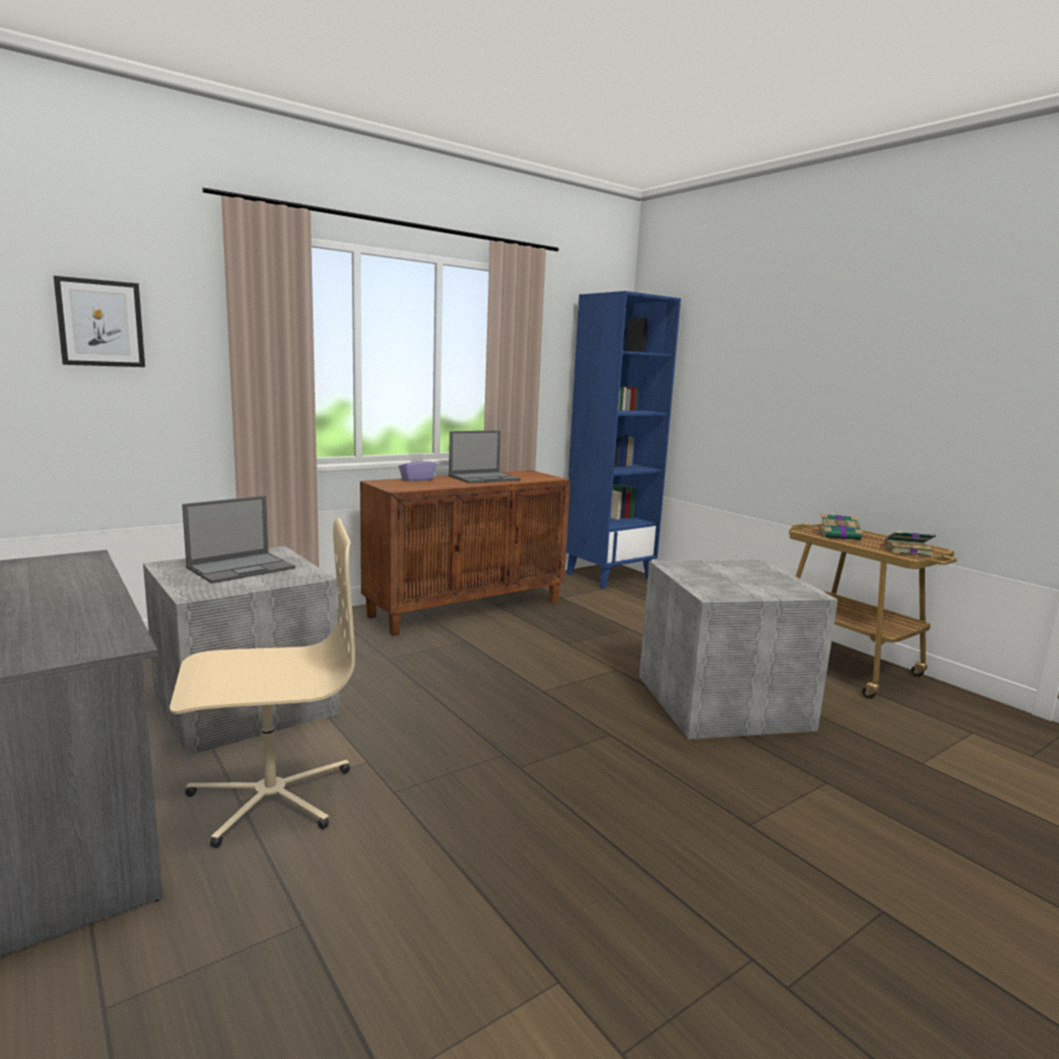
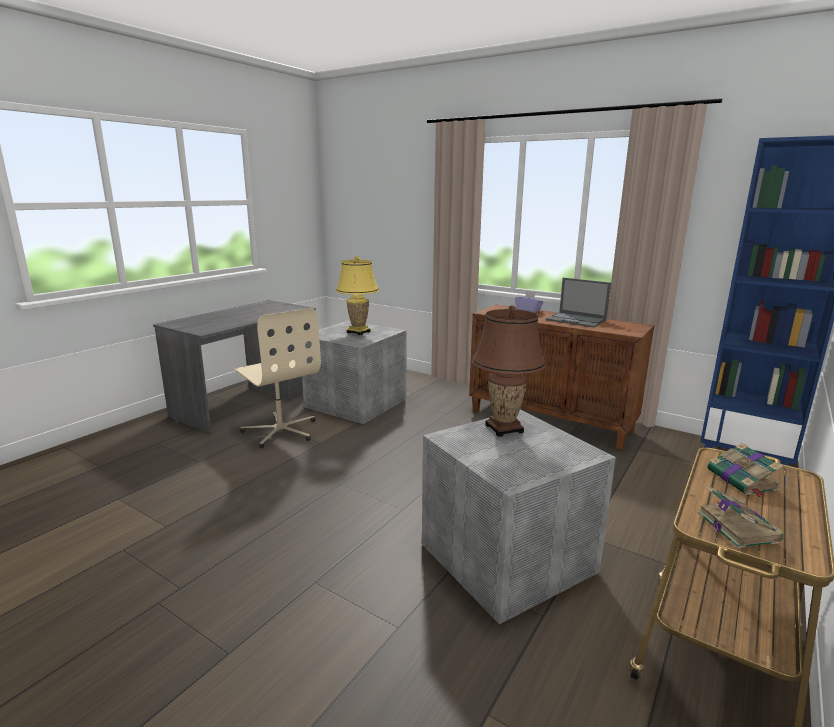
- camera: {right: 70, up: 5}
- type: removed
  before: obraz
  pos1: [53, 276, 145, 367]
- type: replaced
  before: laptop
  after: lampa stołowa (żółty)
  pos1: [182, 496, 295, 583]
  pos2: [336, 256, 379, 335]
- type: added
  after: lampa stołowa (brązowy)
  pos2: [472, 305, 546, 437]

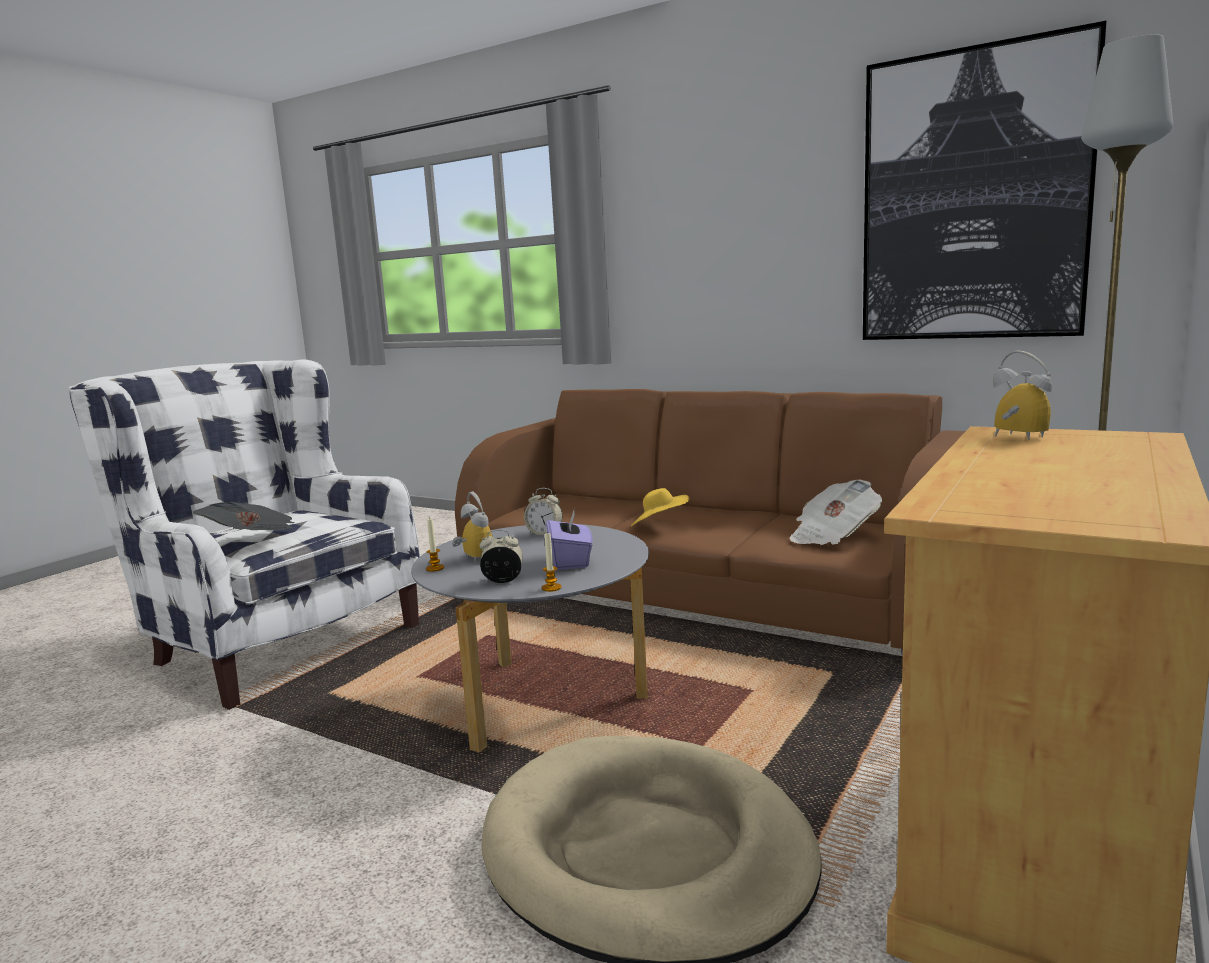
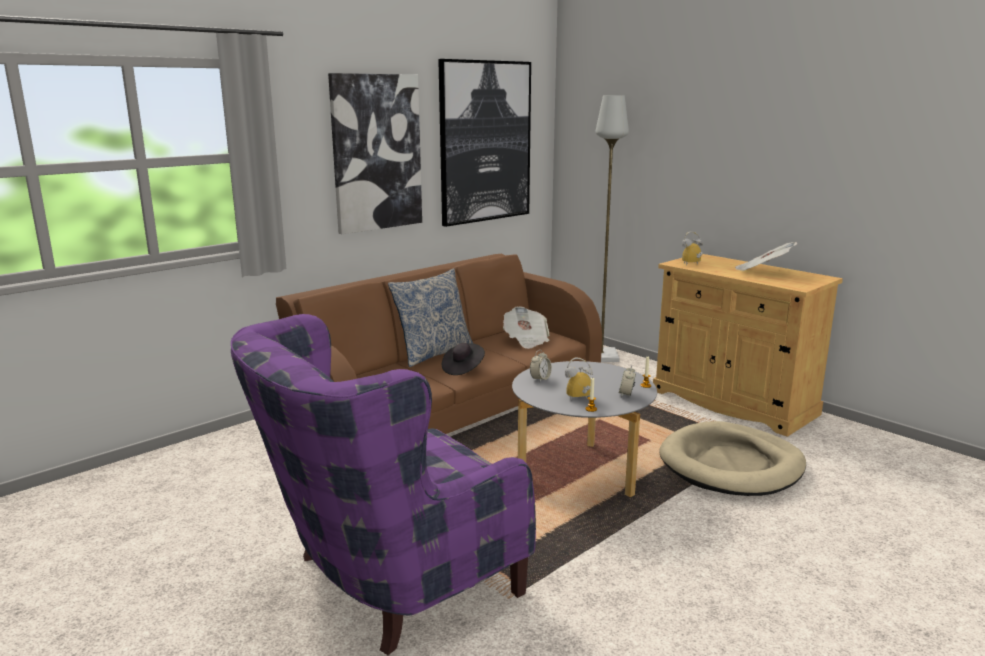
- camera: {right: -75, up: 5}
- type: recoloured
  before: fotel (biały)
  after: fotel (fioletowy)
  pos1: [68, 360, 420, 710]
  pos2: [231, 314, 536, 655]
- type: recoloured
  before: kapelusz (żółty)
  after: kapelusz (czarny)
  pos1: [631, 488, 689, 527]
  pos2: [442, 343, 485, 375]
- type: moved
  before: gazeta
  pos1: [193, 502, 295, 530]
  pos2: [735, 242, 797, 271]
- type: removed
  before: pudełko chusteczek (fioletowy)
  pos1: [546, 507, 593, 570]
- type: added
  after: obraz
  pos2: [328, 73, 422, 234]
- type: added
  after: poduszka
  pos2: [388, 268, 473, 367]

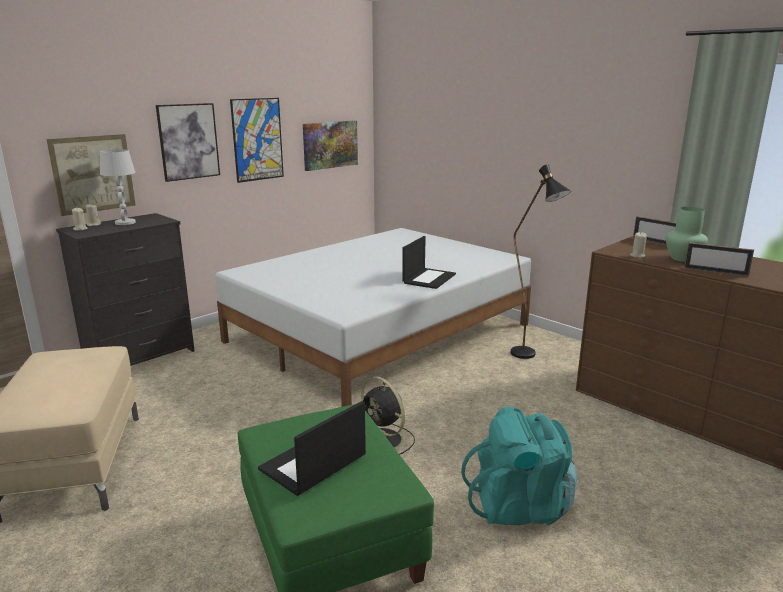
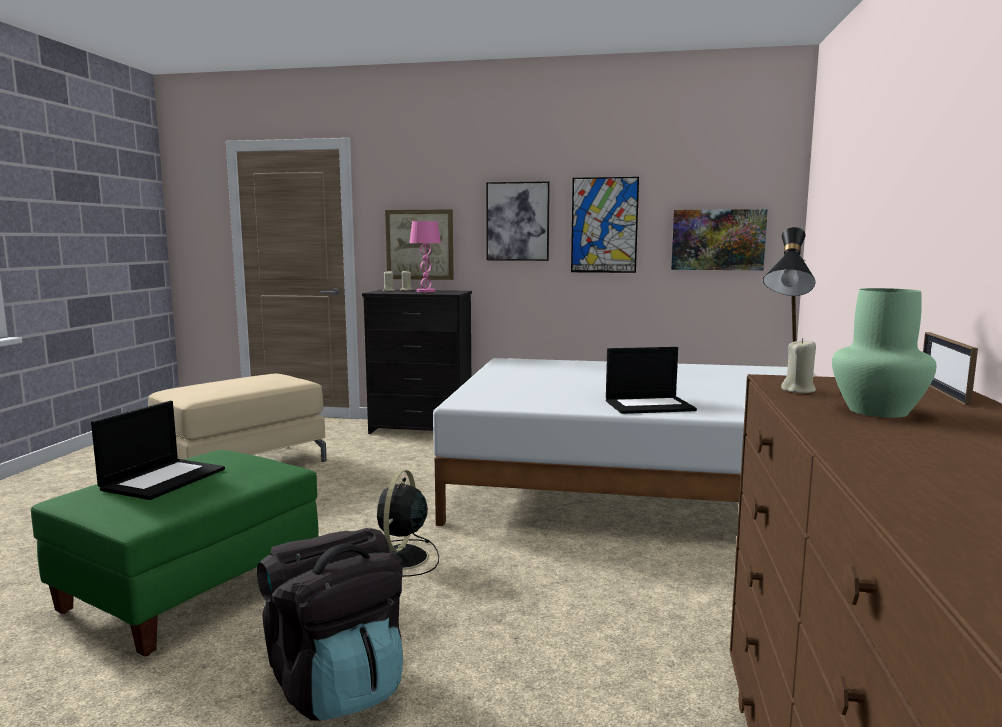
- camera: {right: 55, up: -10}
- type: recoloured
  before: lampa stołowa (biały)
  after: lampa stołowa (różowy)
  pos1: [100, 149, 136, 225]
  pos2: [410, 221, 441, 292]
- type: removed
  before: ramka na zdjęcie
  pos1: [684, 242, 754, 277]
- type: turned
  before: laptop
  pos1: [258, 401, 366, 496]
  pos2: [91, 401, 225, 500]
  turn: 105
- type: recoloured
  before: plecak (turkusowy)
  after: plecak (czarny)
  pos1: [461, 406, 578, 525]
  pos2: [257, 528, 403, 721]

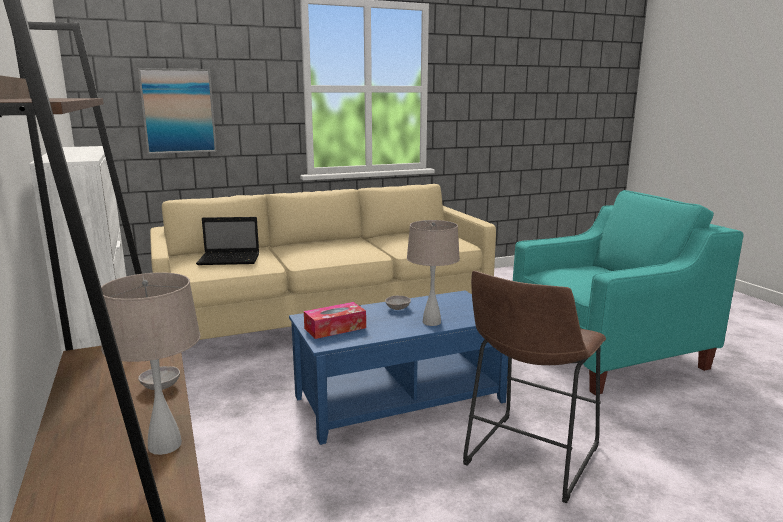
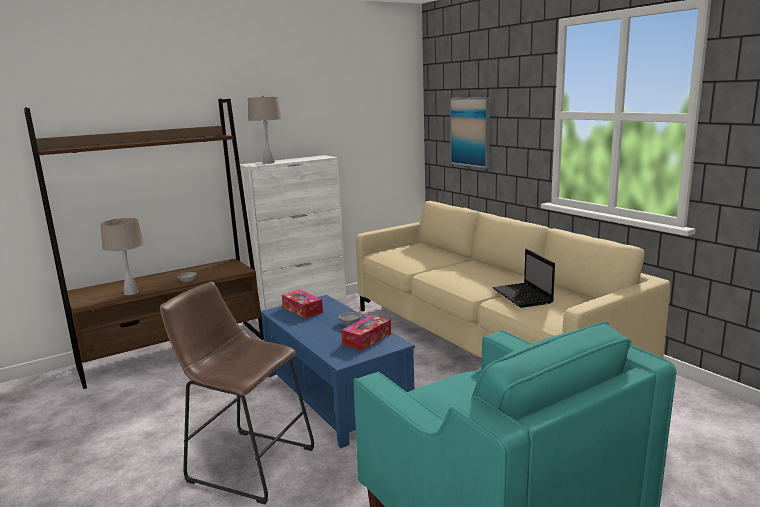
- camera: {right: 80, up: 0}
- type: moved
  before: laptop
  pos1: [196, 217, 259, 265]
  pos2: [493, 249, 555, 308]
- type: moved
  before: lampa stołowa (beżowy)
  pos1: [407, 220, 460, 326]
  pos2: [248, 95, 282, 164]
- type: added
  after: pudełko chusteczek
  pos2: [341, 315, 391, 351]

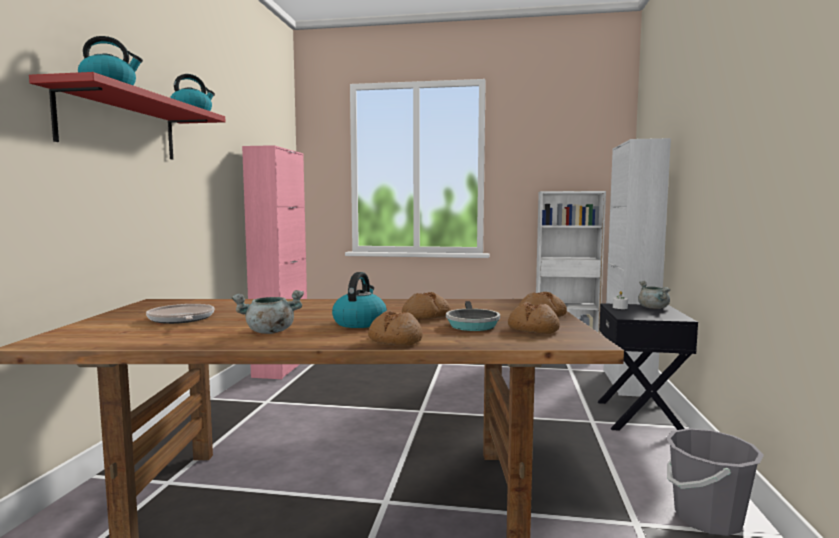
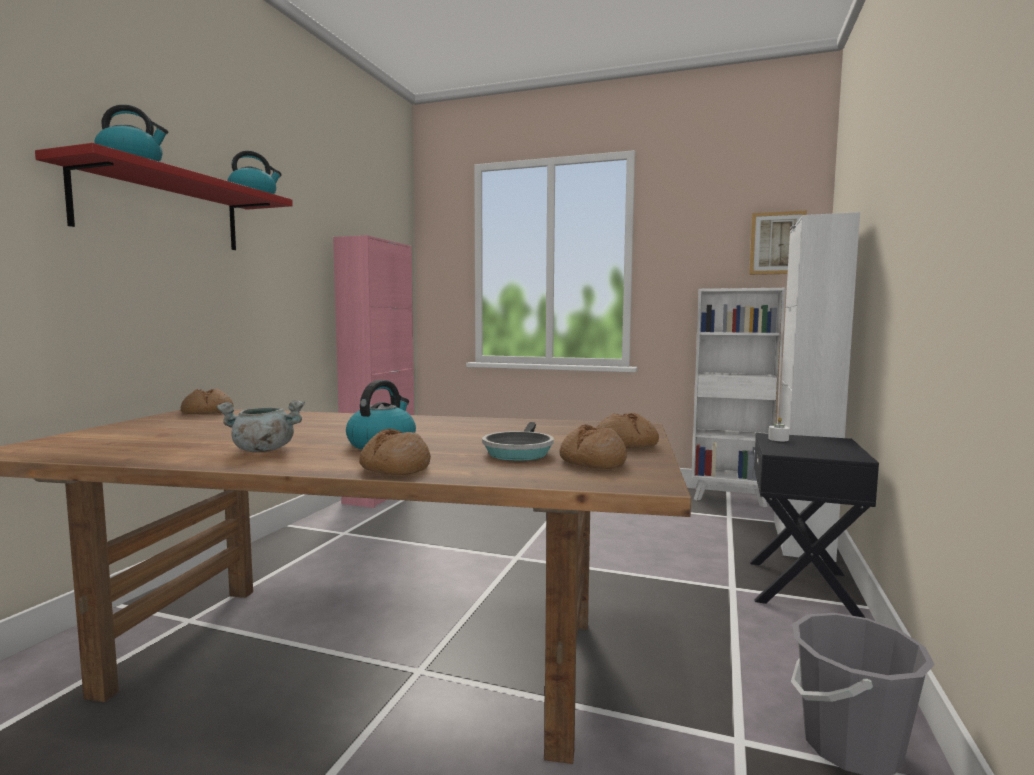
- camera: {right: 10, up: 0}
- type: removed
  before: garnek (szary)
  pos1: [638, 281, 671, 309]
- type: moved
  before: chleb
  pos1: [402, 292, 451, 319]
  pos2: [181, 388, 234, 414]
- type: removed
  before: patelnia
  pos1: [146, 304, 214, 324]
- type: added
  after: obraz
  pos2: [749, 211, 807, 275]

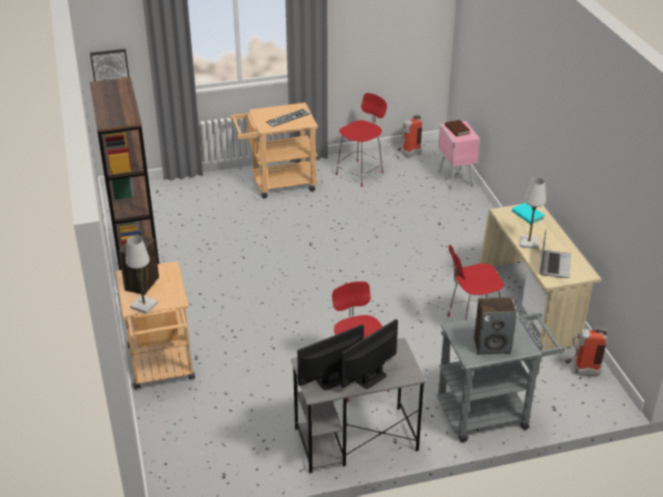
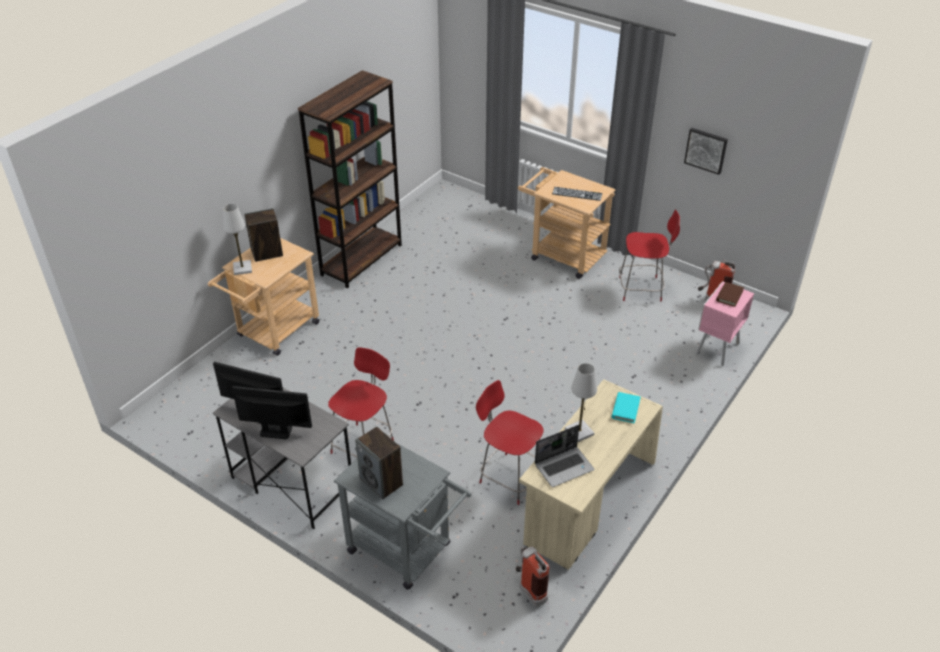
- camera: {right: 50, up: 5}
- type: moved
  before: obraz
  pos1: [90, 49, 129, 81]
  pos2: [684, 128, 728, 175]

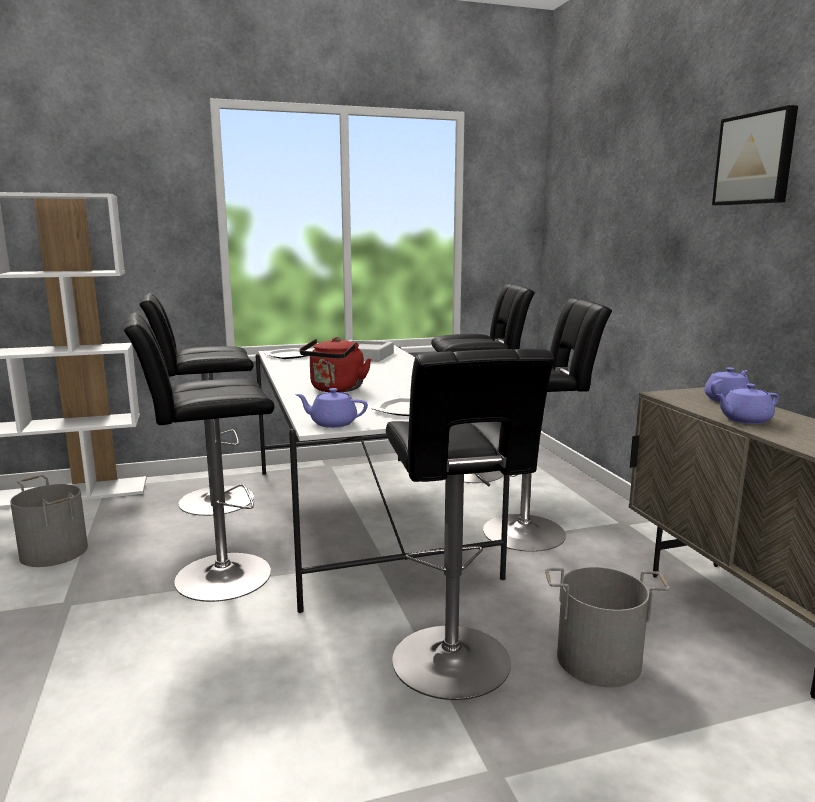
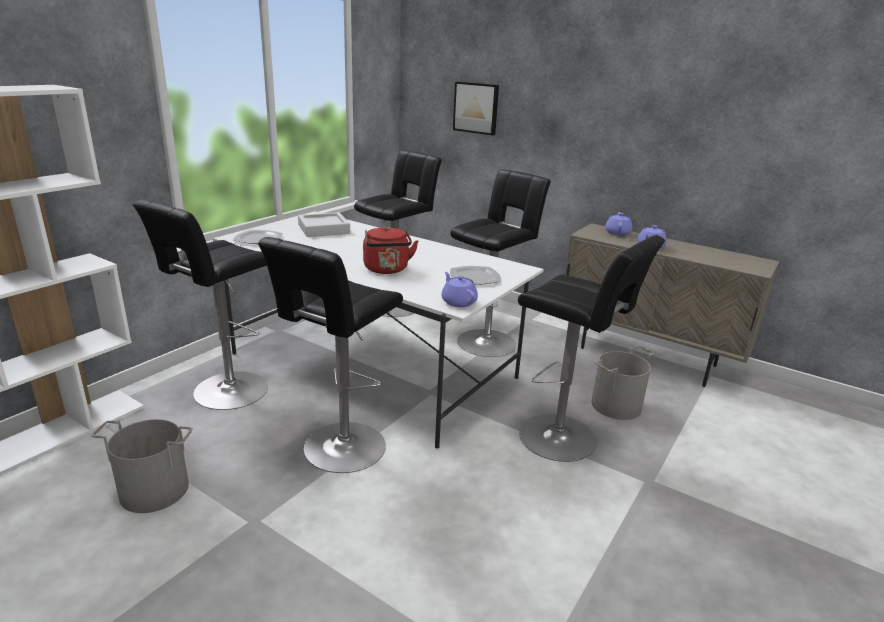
- camera: {right: -40, up: 10}
- type: moved
  before: obraz
  pos1: [712, 105, 798, 205]
  pos2: [453, 81, 499, 135]
- type: turned
  before: imbryk (fioletowy)
  pos1: [295, 388, 368, 428]
  pos2: [441, 272, 478, 307]
  turn: 90

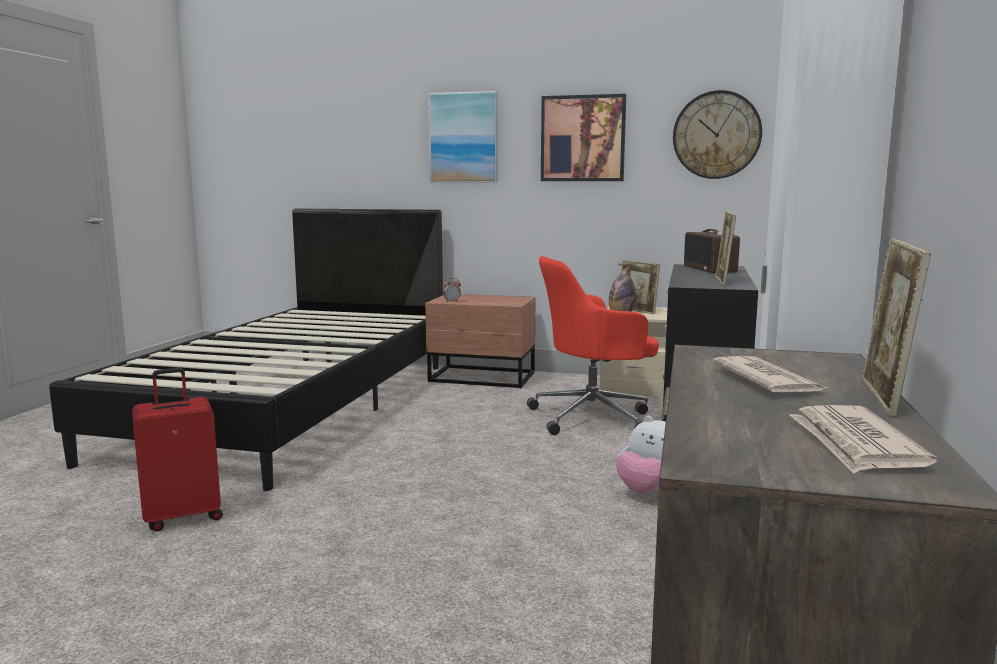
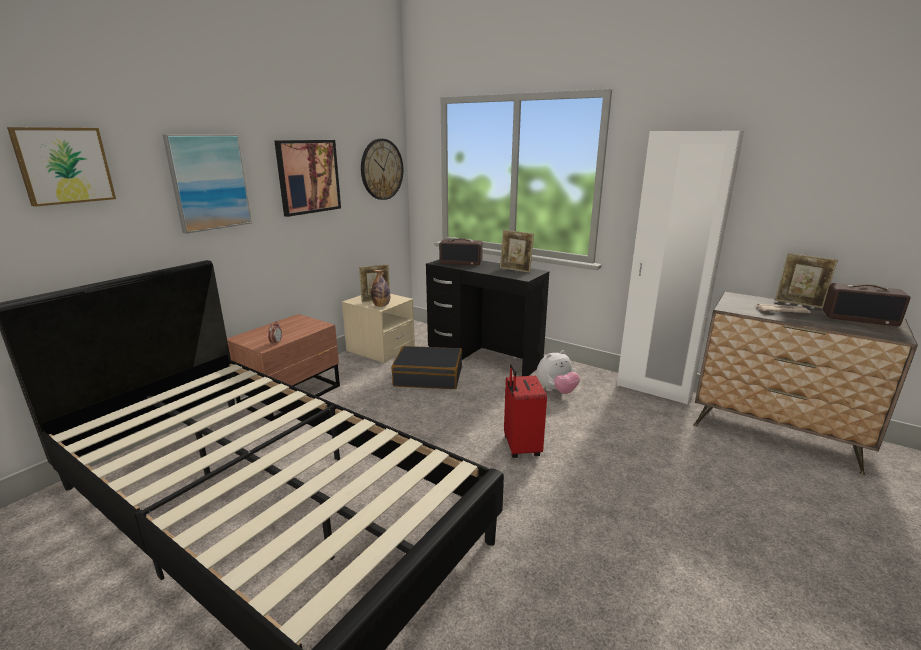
- camera: {right: -70, up: 10}
- type: replaced
  before: krzesło biurowe (czerwony)
  after: walizka (czarny)
  pos1: [527, 256, 659, 435]
  pos2: [391, 346, 462, 389]
- type: moved
  before: walizka (czerwony)
  pos1: [132, 368, 223, 532]
  pos2: [504, 364, 547, 458]
- type: replaced
  before: gazeta
  after: radio
  pos1: [790, 405, 937, 474]
  pos2: [823, 283, 910, 326]
- type: added
  after: obraz
  pos2: [7, 127, 116, 207]

